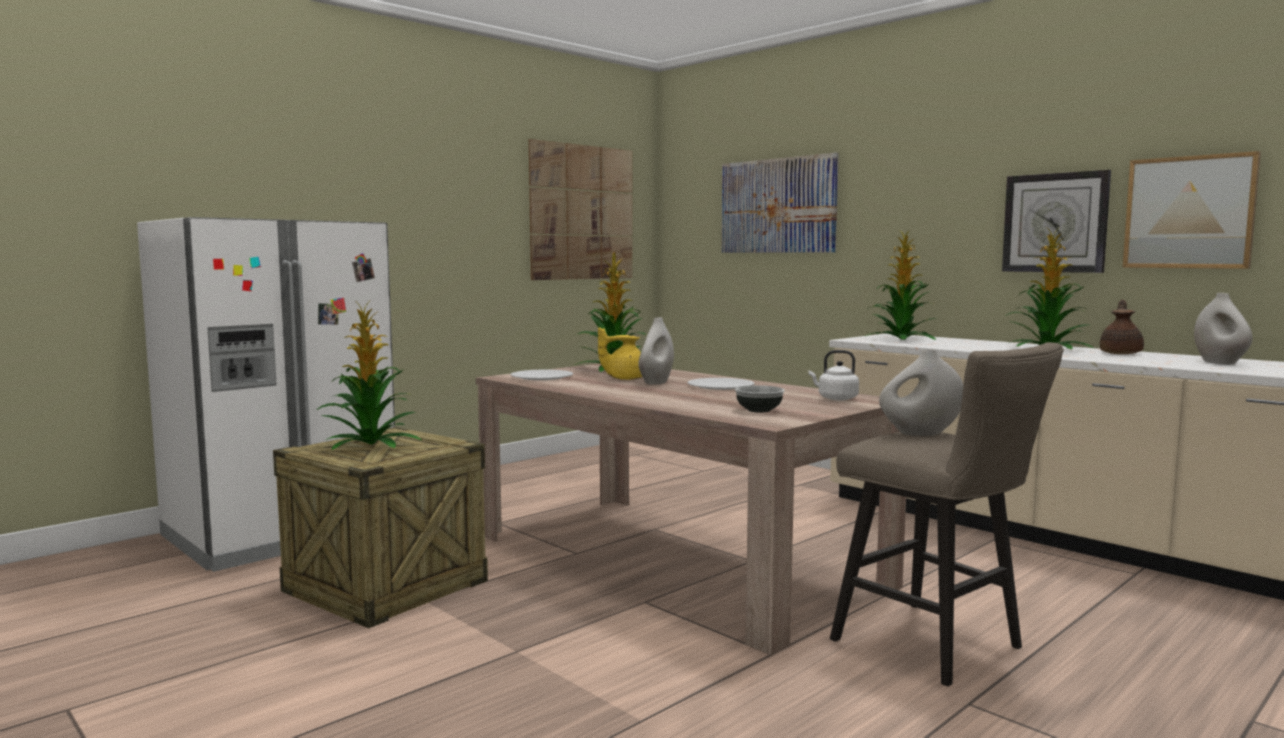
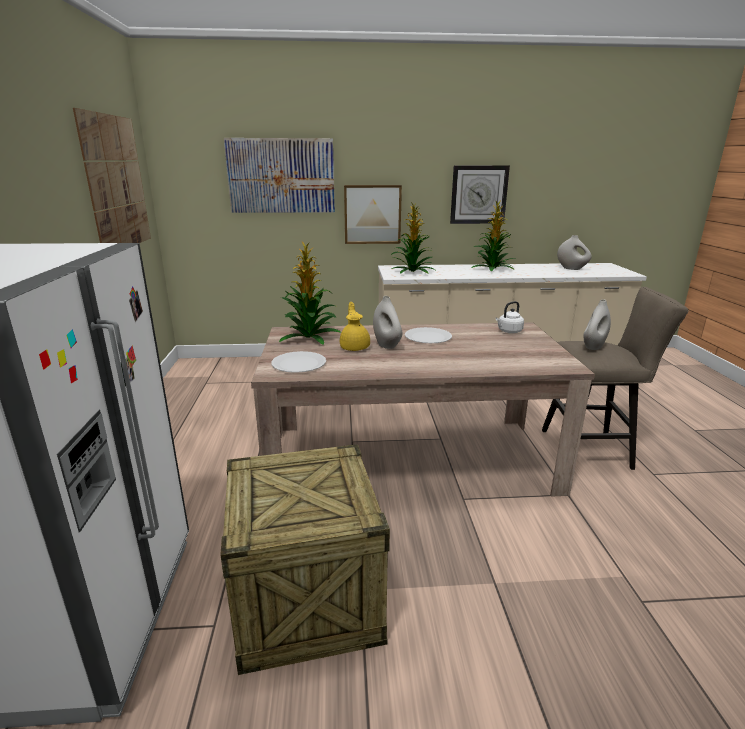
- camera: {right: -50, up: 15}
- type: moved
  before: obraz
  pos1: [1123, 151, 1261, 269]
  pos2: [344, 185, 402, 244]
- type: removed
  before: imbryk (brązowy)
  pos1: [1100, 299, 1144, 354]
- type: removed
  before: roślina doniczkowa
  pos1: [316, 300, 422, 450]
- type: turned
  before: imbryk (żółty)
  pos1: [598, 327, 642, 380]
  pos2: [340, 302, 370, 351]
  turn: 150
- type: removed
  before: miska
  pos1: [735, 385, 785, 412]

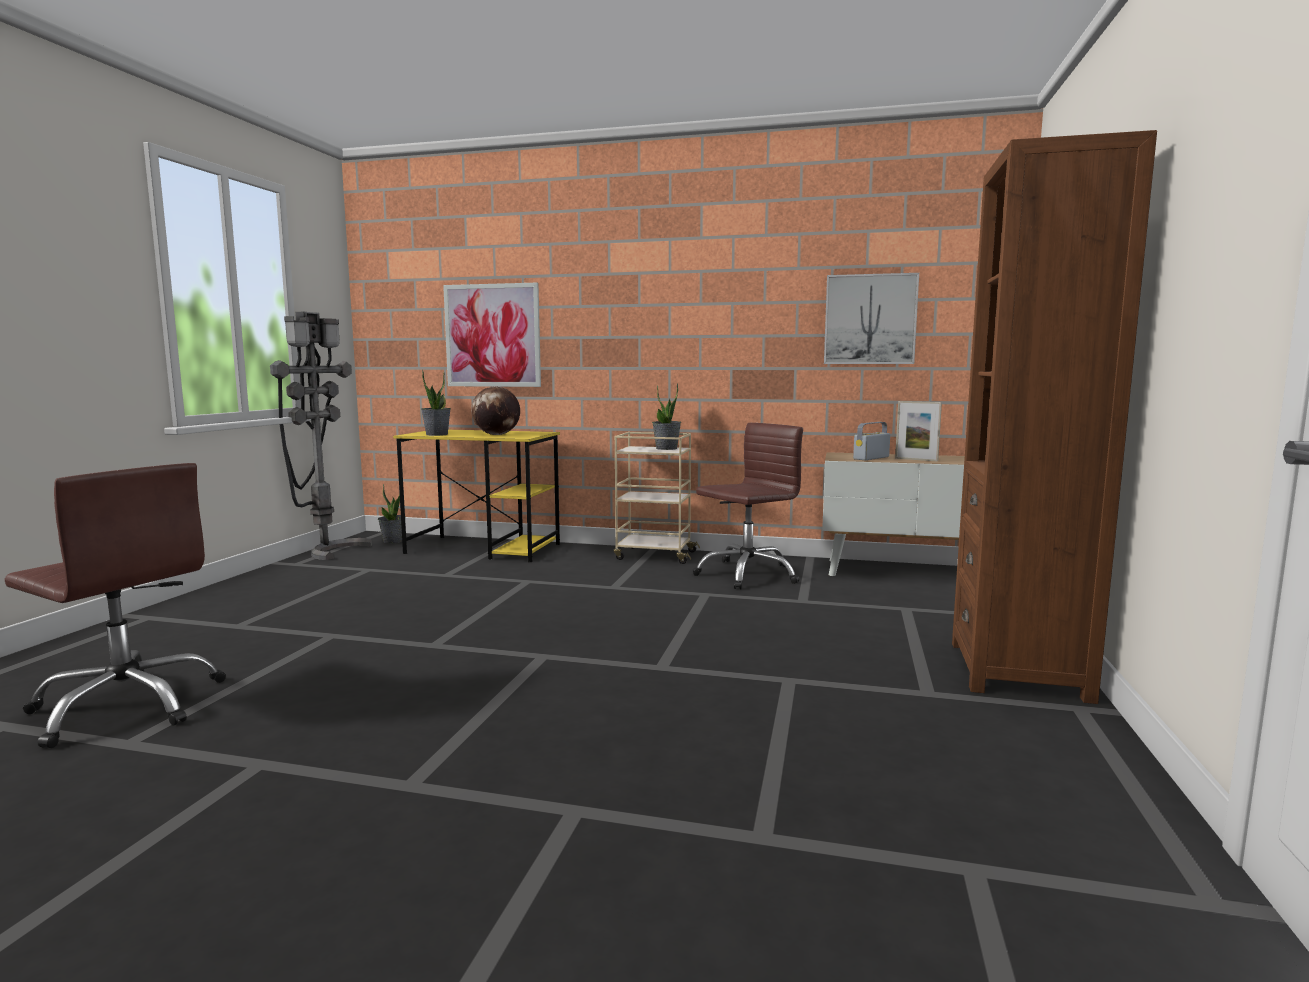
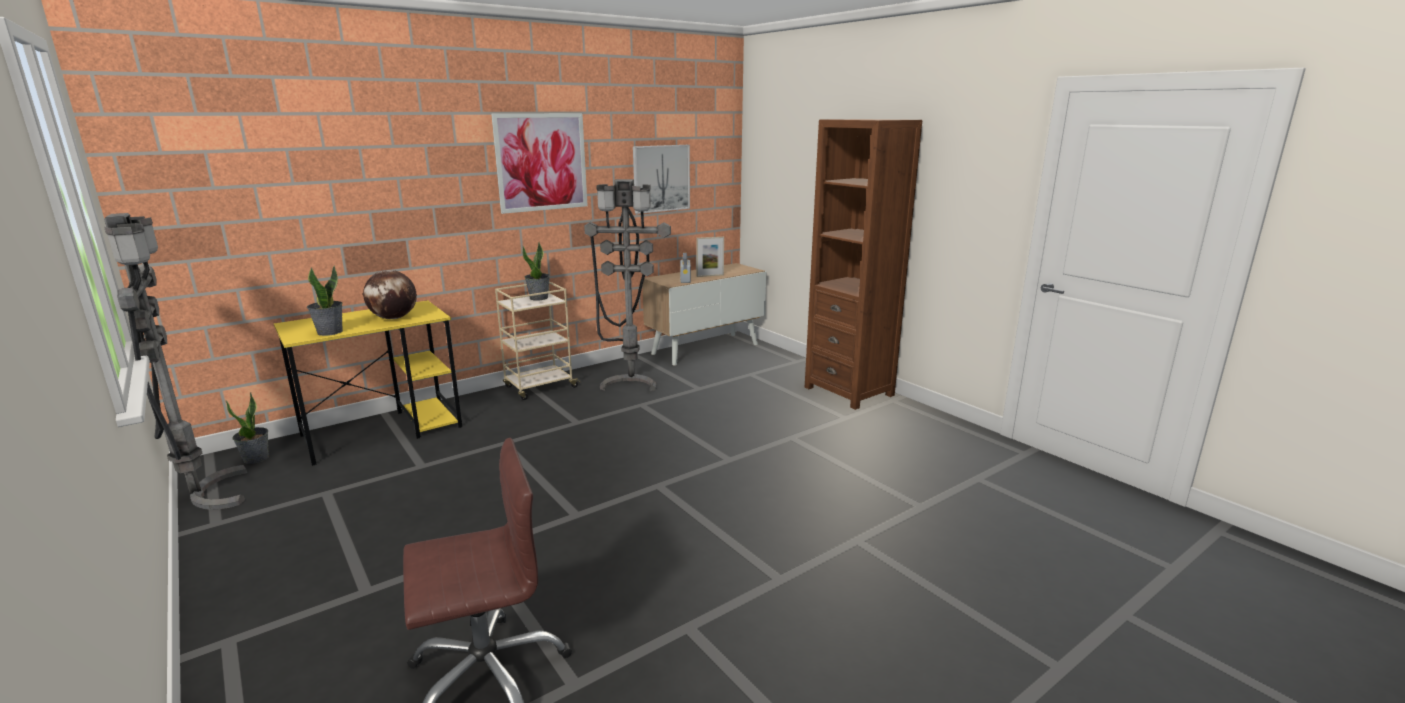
- camera: {right: -50, up: 10}
- type: moved
  before: obraz
  pos1: [443, 283, 541, 387]
  pos2: [491, 113, 588, 214]
- type: replaced
  before: krzesło biurowe (brązowy)
  after: lampa stojąca (szary)
  pos1: [692, 423, 803, 589]
  pos2: [584, 179, 671, 391]

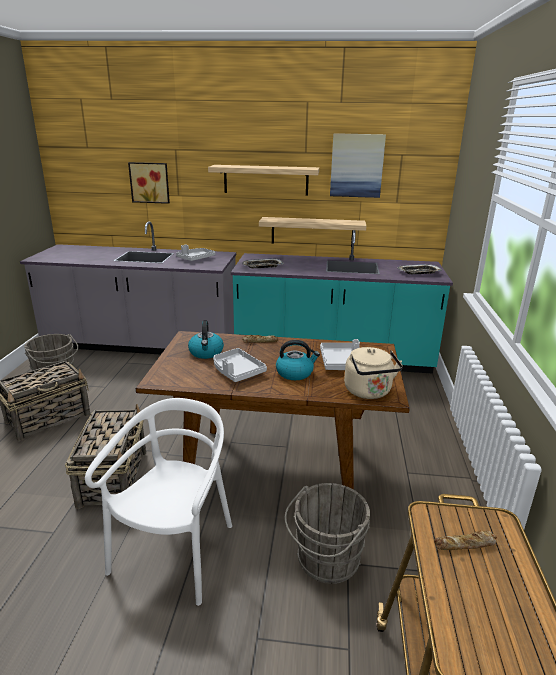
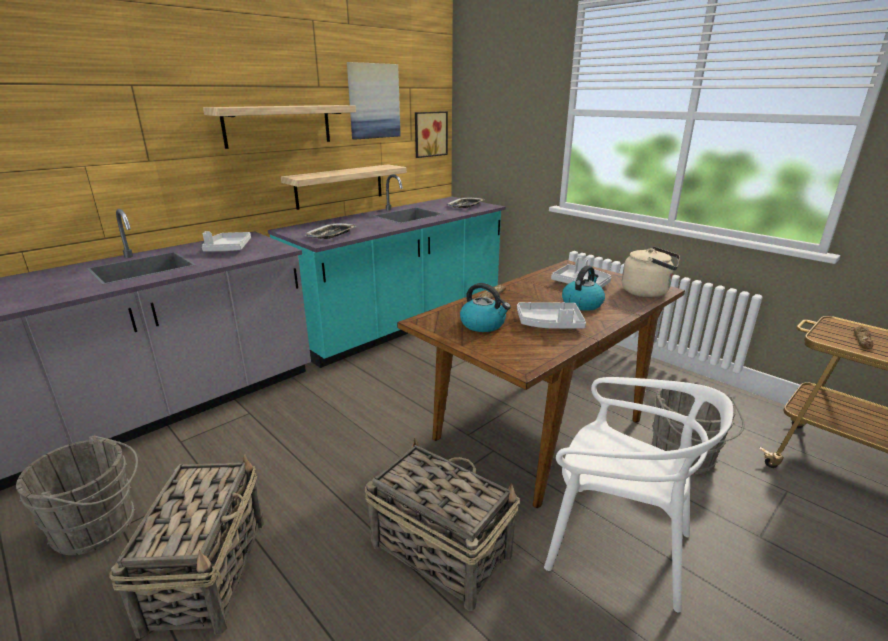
- camera: {right: -50, up: 0}
- type: moved
  before: obraz
  pos1: [128, 162, 170, 204]
  pos2: [415, 111, 448, 158]
- type: turned
  before: krzesło (biały)
  pos1: [85, 398, 232, 606]
  pos2: [544, 377, 733, 613]
  turn: 150

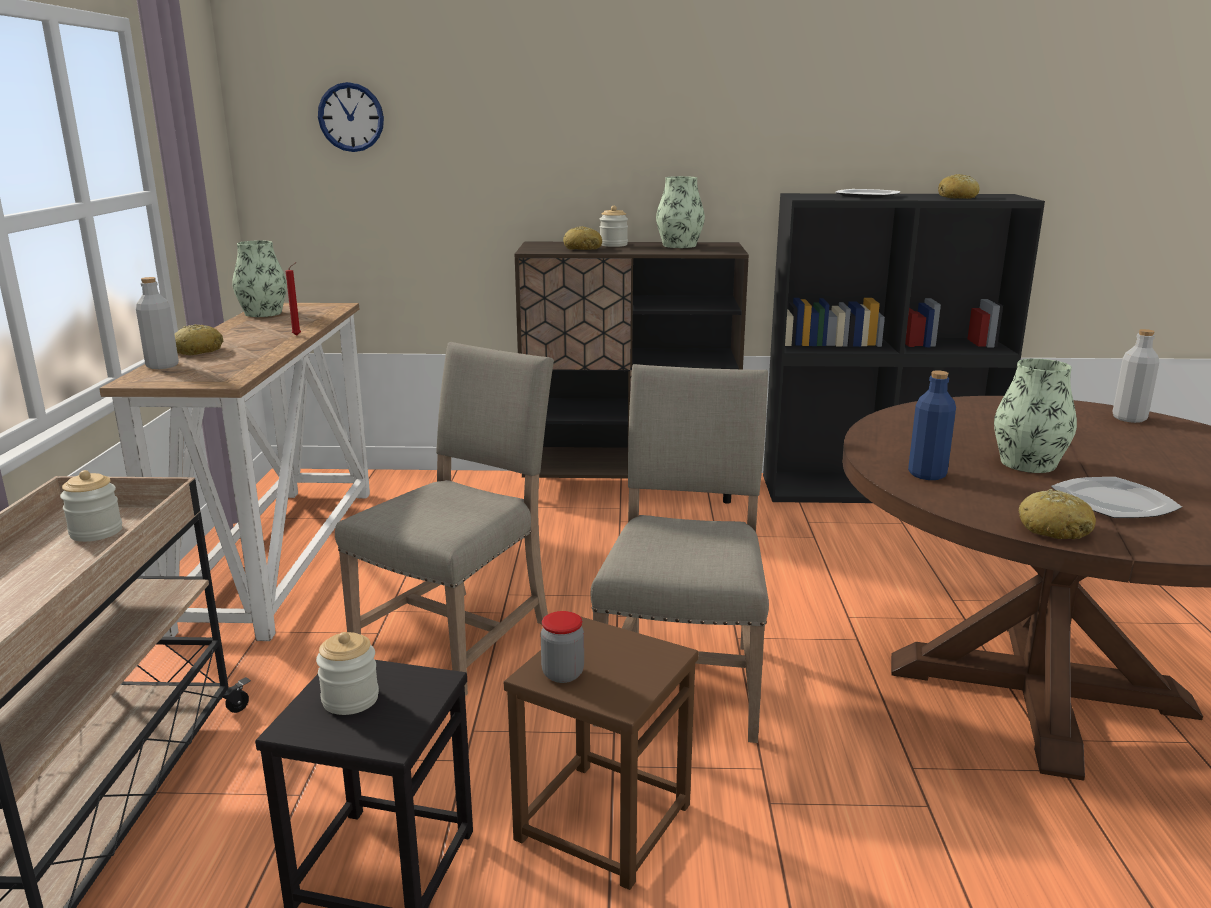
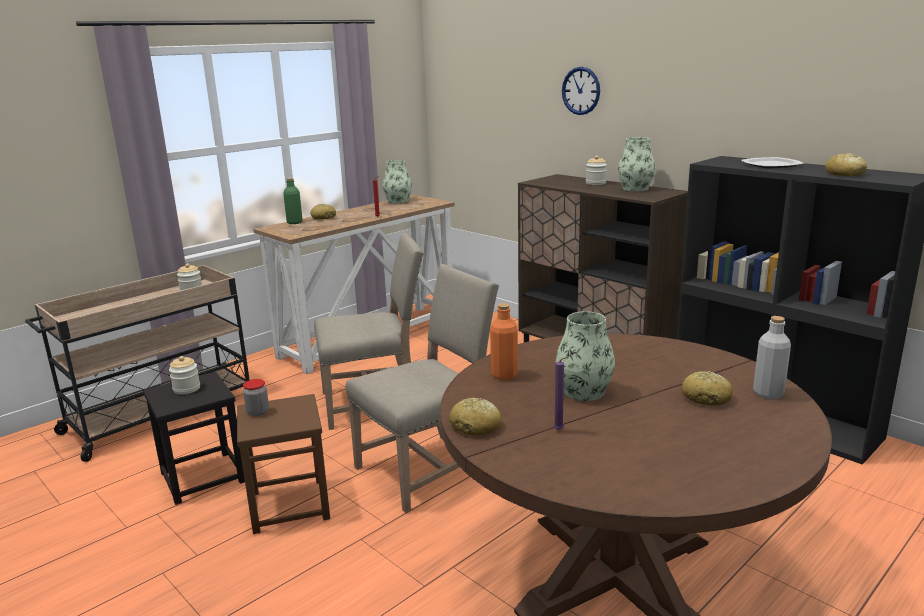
- camera: {right: 45, up: 0}
- type: moved
  before: zegar ścienny
  pos1: [318, 82, 384, 152]
  pos2: [562, 67, 600, 115]
- type: moved
  before: chleb
  pos1: [563, 226, 602, 250]
  pos2: [682, 371, 733, 406]
- type: recoloured
  before: butelka (szary)
  after: butelka (zielony)
  pos1: [136, 277, 179, 369]
  pos2: [283, 178, 303, 224]
- type: recoloured
  before: butelka (niebieski)
  after: butelka (pomarańczowy)
  pos1: [908, 370, 956, 480]
  pos2: [490, 303, 518, 380]
- type: replaced
  before: talerz
  after: świeca (fioletowy)
  pos1: [1051, 477, 1182, 518]
  pos2: [554, 356, 569, 430]

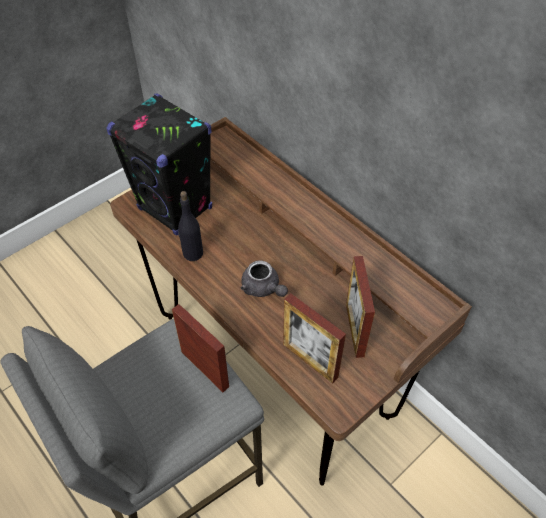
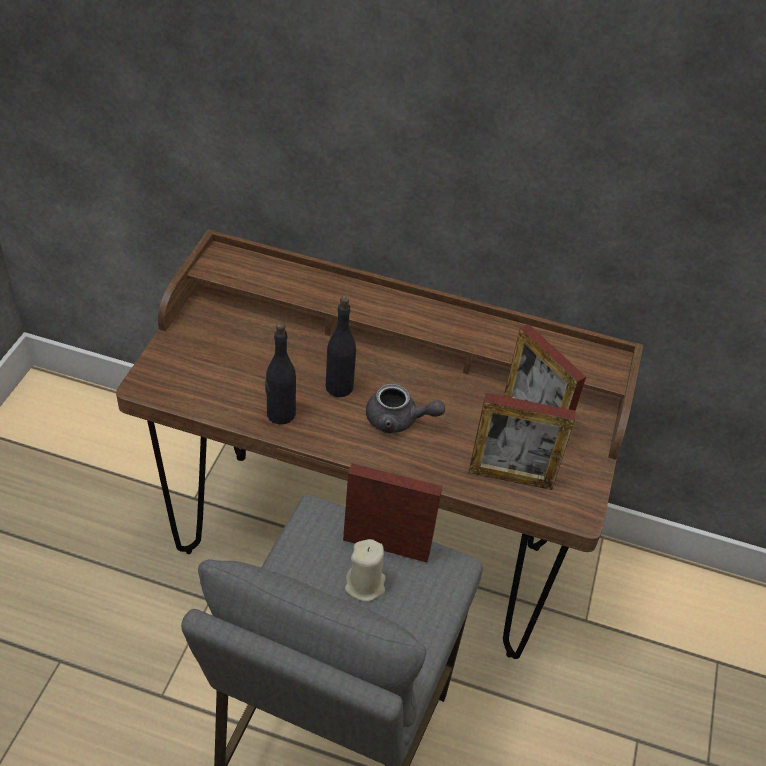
- camera: {right: -35, up: -5}
- type: removed
  before: głośnik (czarny)
  pos1: [106, 93, 212, 236]
- type: added
  after: butelka (czarny)
  pos2: [326, 296, 356, 397]
- type: added
  after: świeca (beżowy)
  pos2: [345, 539, 386, 601]

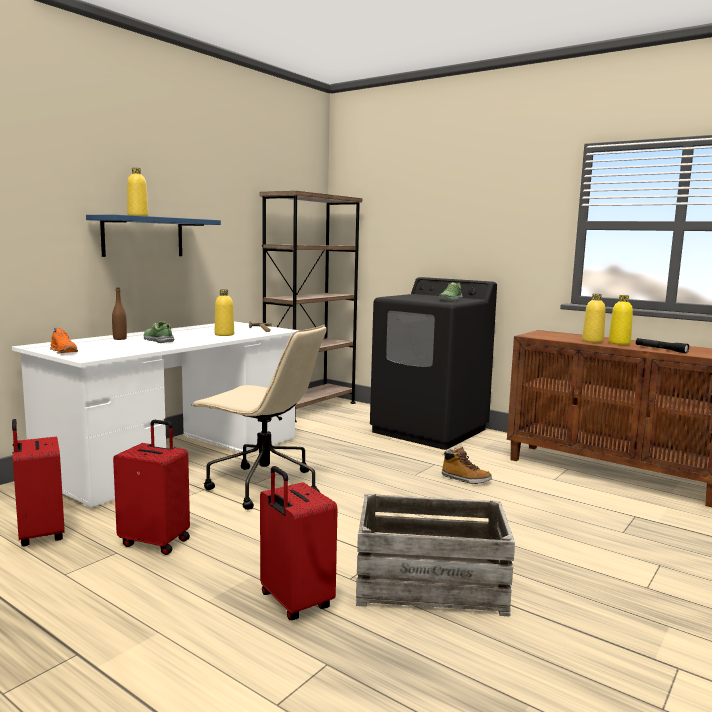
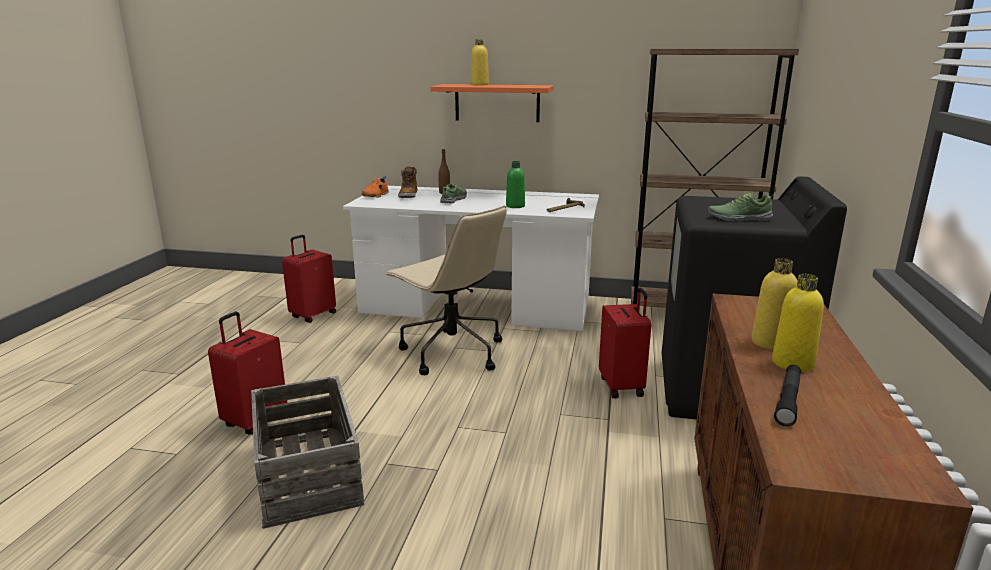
- camera: {right: 65, up: 10}
- type: recoloured
  before: półka (niebieski)
  after: półka (pomarańczowy)
  pos1: [86, 215, 221, 257]
  pos2: [430, 84, 554, 122]
- type: recoloured
  before: butelka (żółty)
  after: butelka (zielony)
  pos1: [215, 289, 234, 336]
  pos2: [506, 161, 525, 208]
- type: turned
  before: krzesło biurowe (beżowy)
  pos1: [191, 324, 326, 510]
  pos2: [385, 206, 507, 375]
  turn: -45
- type: moved
  before: walizka (czerwony)
  pos1: [113, 420, 190, 555]
  pos2: [599, 288, 651, 399]
- type: moved
  before: but z cholewką
  pos1: [442, 446, 492, 484]
  pos2: [398, 166, 418, 198]

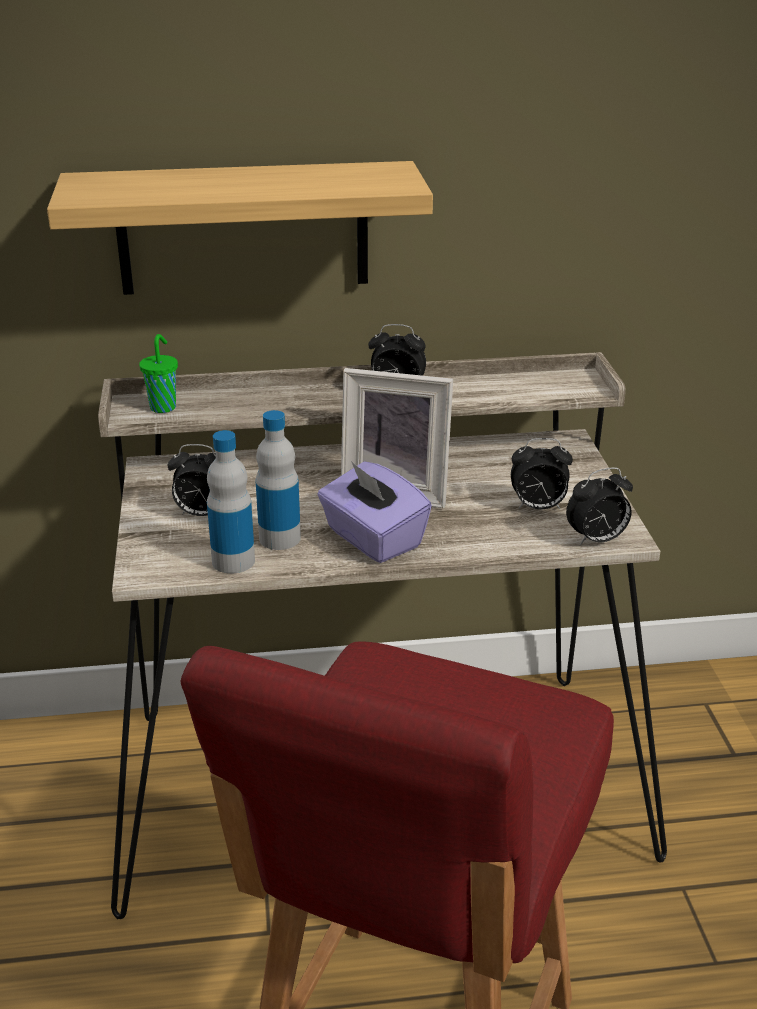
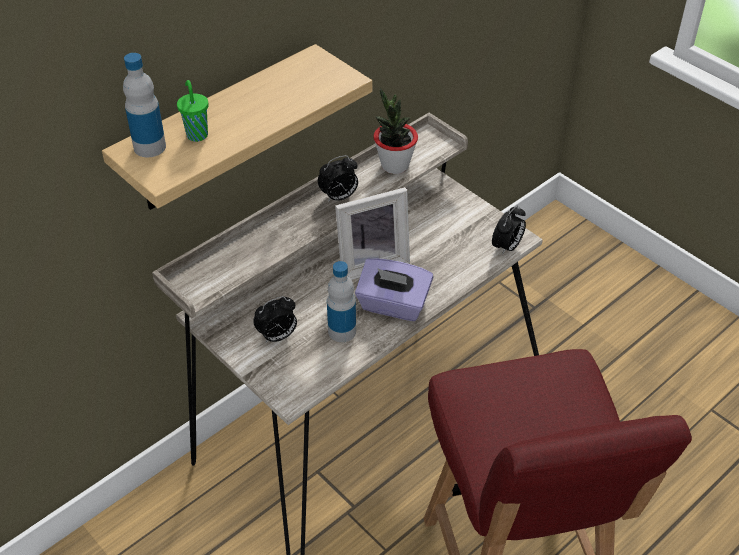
- camera: {right: -35, up: 15}
- type: moved
  before: filiżanka (zielony)
  pos1: [139, 334, 178, 413]
  pos2: [177, 80, 208, 142]
- type: moved
  before: butelka
  pos1: [207, 430, 255, 574]
  pos2: [123, 53, 166, 157]
- type: removed
  before: budzik
  pos1: [511, 438, 573, 509]
- type: added
  after: roślina doniczkowa
  pos2: [374, 88, 418, 174]

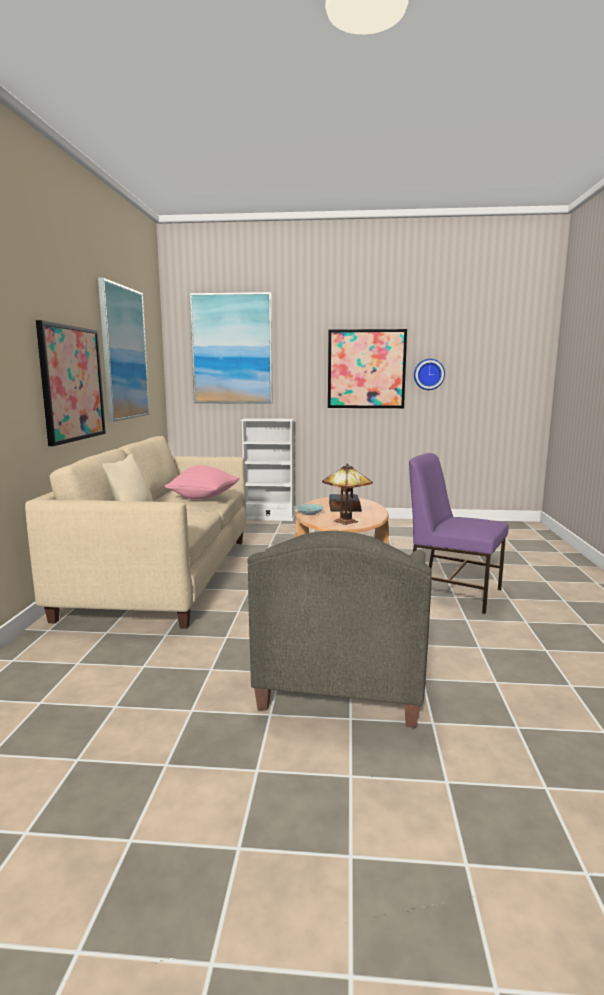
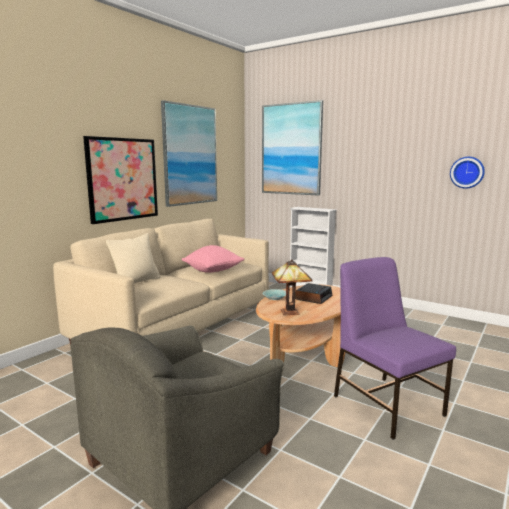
- camera: {right: 30, up: 0}
- type: removed
  before: obraz
  pos1: [328, 329, 407, 408]

